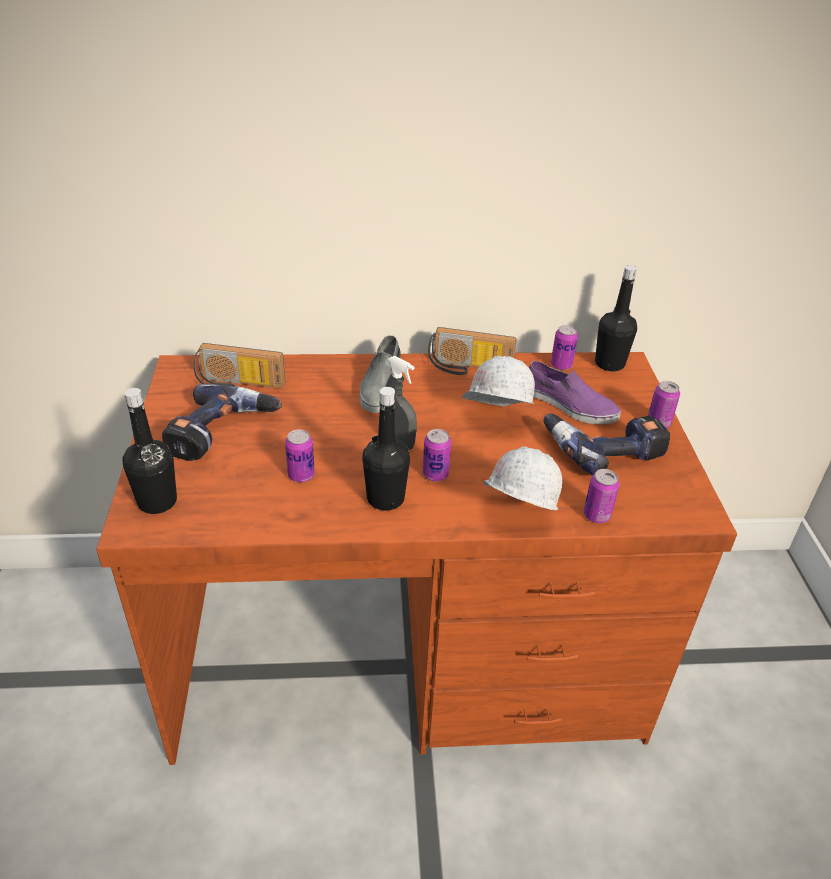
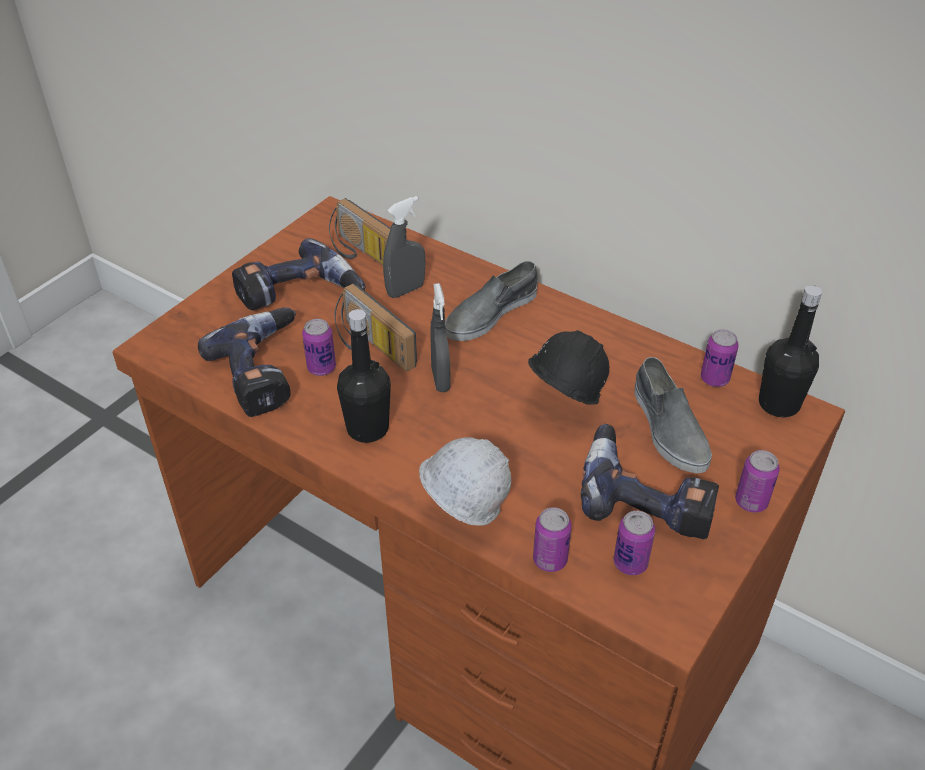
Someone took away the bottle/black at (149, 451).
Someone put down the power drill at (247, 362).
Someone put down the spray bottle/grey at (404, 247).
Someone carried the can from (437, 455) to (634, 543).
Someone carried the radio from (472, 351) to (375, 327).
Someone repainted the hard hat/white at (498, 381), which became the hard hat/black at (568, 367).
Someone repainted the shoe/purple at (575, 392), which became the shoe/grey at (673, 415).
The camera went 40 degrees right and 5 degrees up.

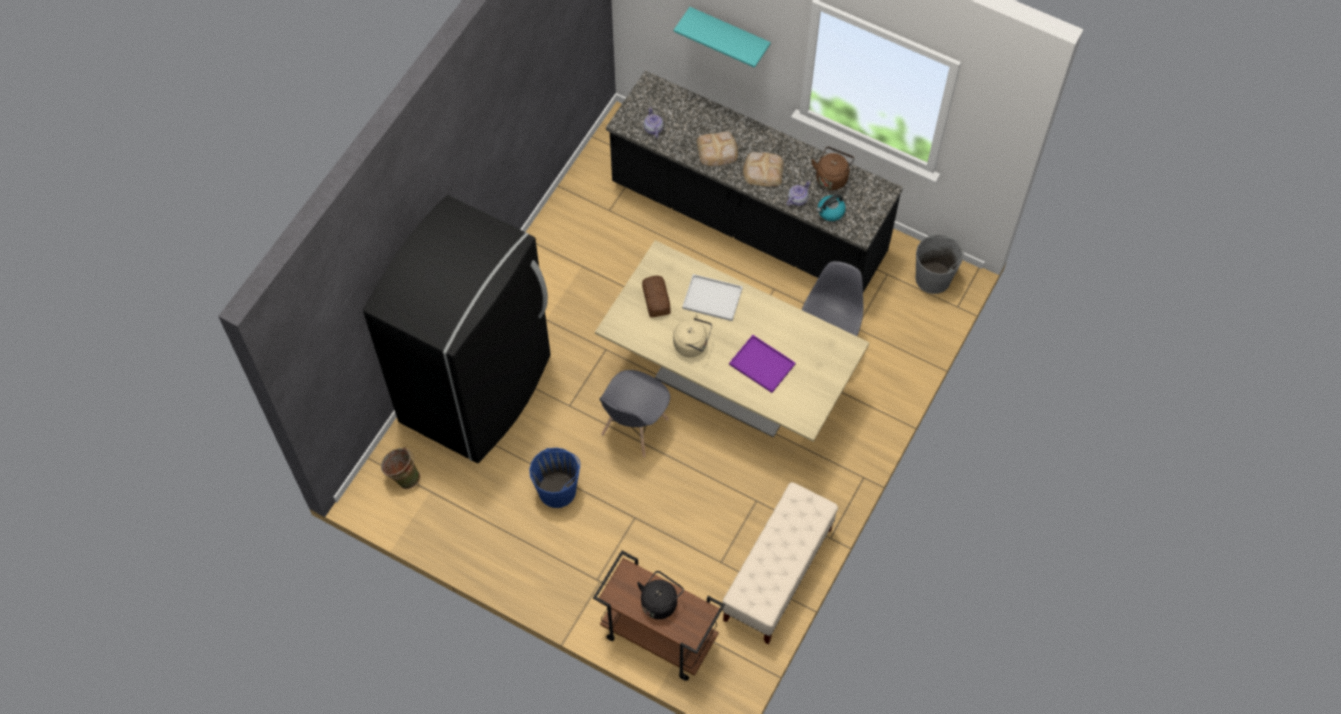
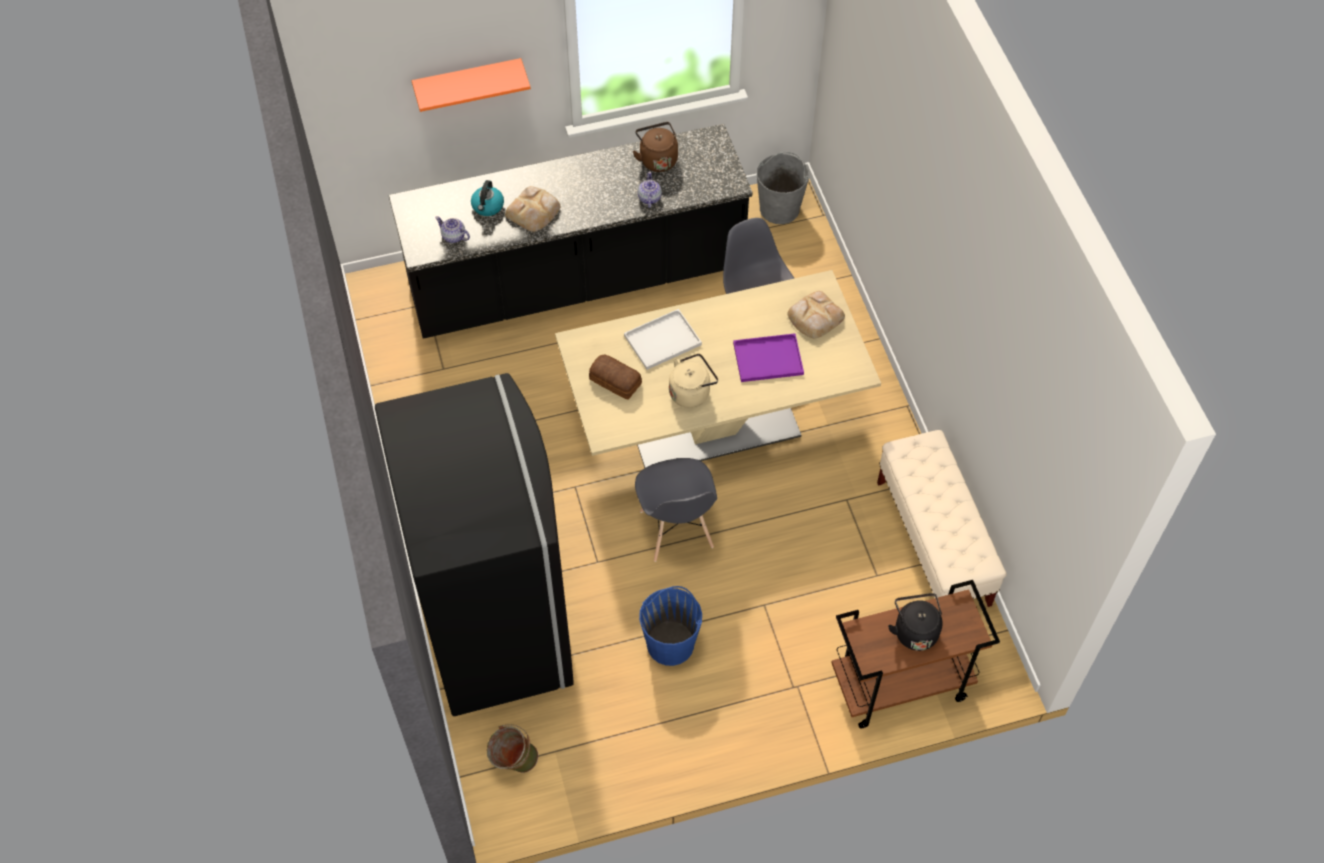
Someone carried the bread from (763, 169) to (816, 314).
Someone carried the kettle from (831, 207) to (487, 198).
Someone repainted the shelf/turquoise at (722, 37), which became the shelf/orange at (471, 85).
The camera went 45 degrees left and 5 degrees down.

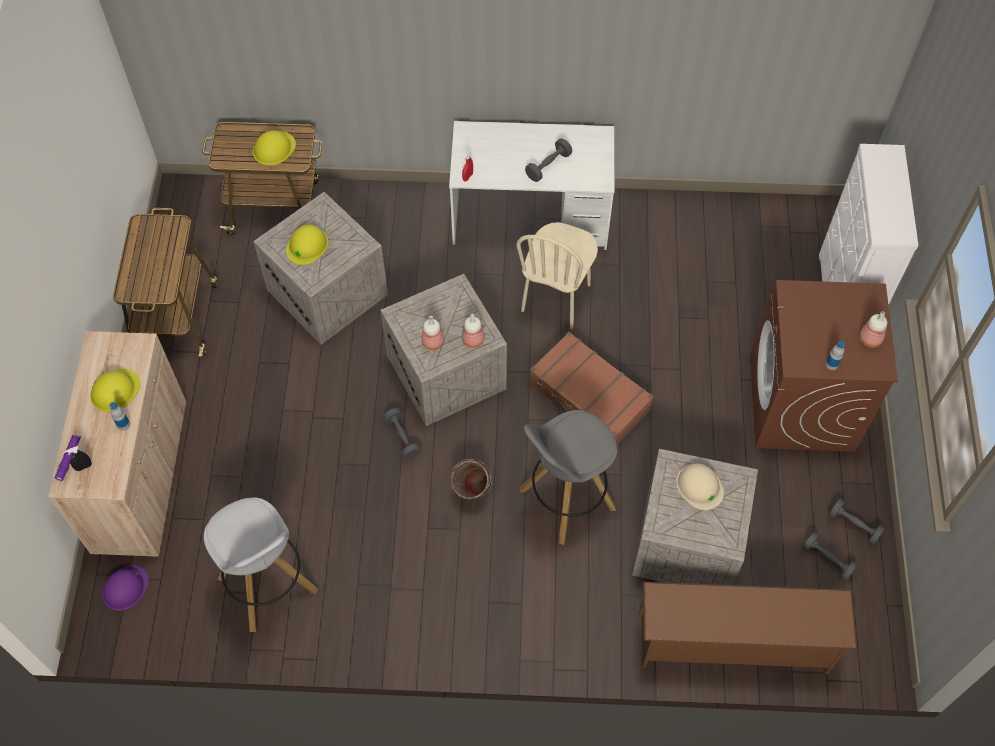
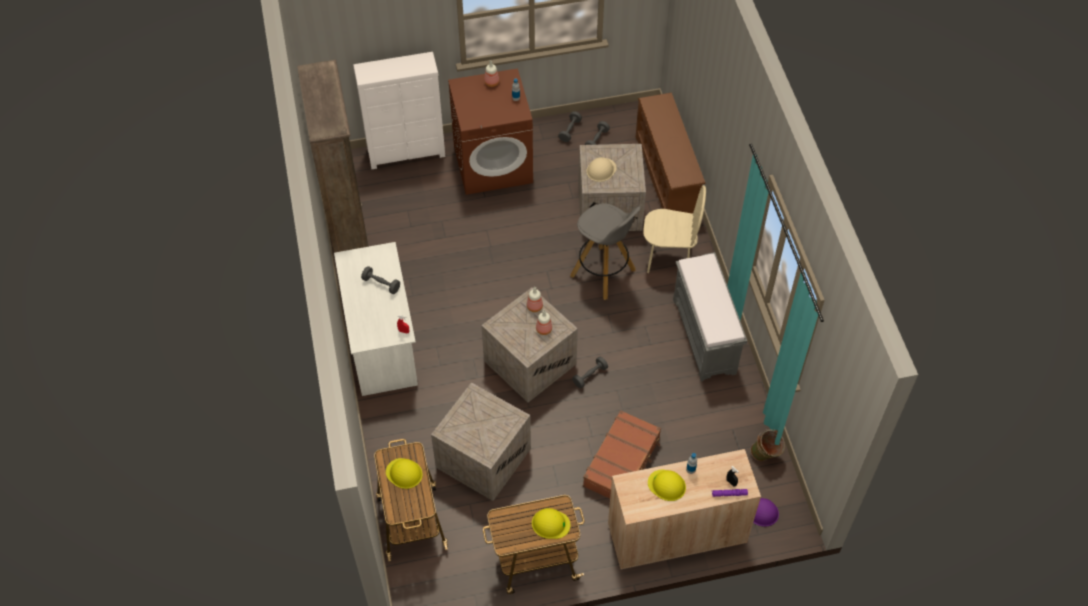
Someone took away the stool/white at (261, 564).
Someone put down the bookcase/brown at (333, 156).
Someone put down the bench/grey at (710, 316).
Someone carried the hard hat/yellow from (307, 245) to (551, 523).
Someone carried the bucket/green from (471, 479) to (768, 445).
Someone carried the chair/beige from (557, 275) to (674, 229).
Someone carried the suitcase/brown from (591, 388) to (622, 454).
The camera went 105 degrees left and 5 degrees down.

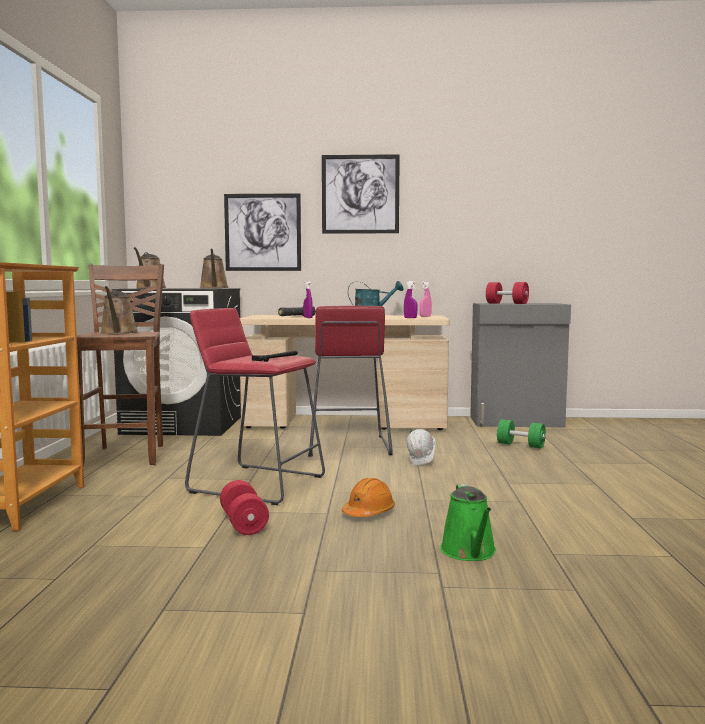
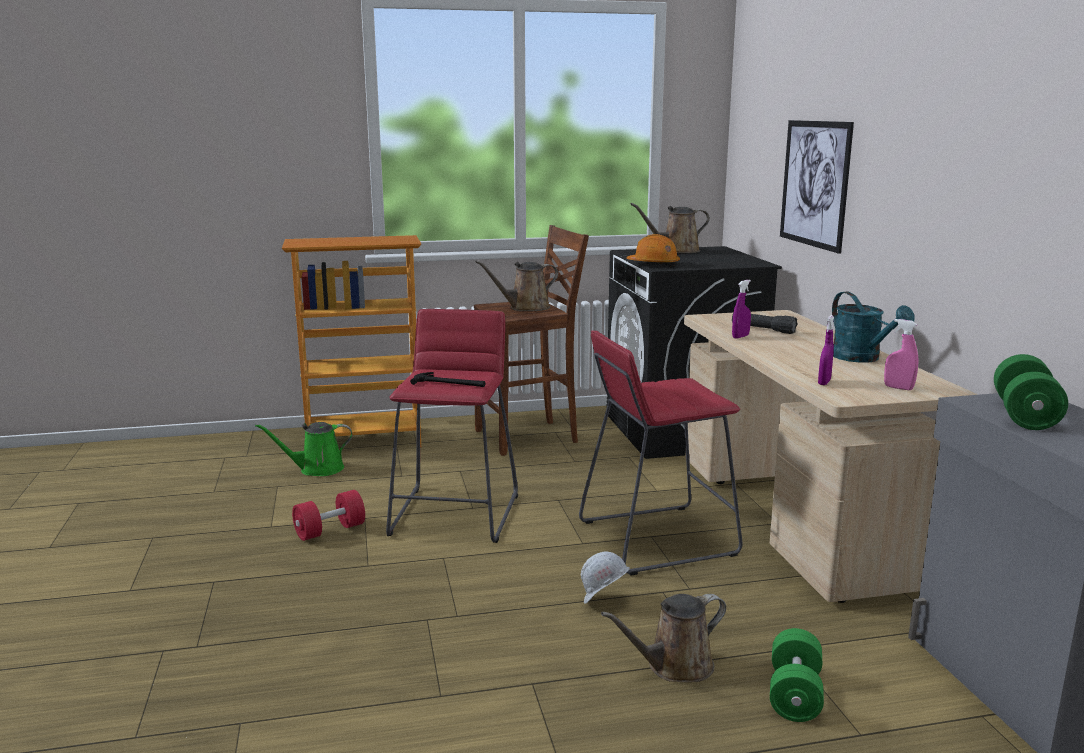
Someone took away the picture at (361, 194).
Someone carried the watering can/brown from (214, 268) to (663, 638).
Someone carried the hard hat/orange from (368, 497) to (653, 250).
Someone carried the watering can/green from (468, 522) to (303, 449).
Someone repainted the dumbbell/red at (507, 293), which became the dumbbell/green at (1031, 392).
The camera went 75 degrees right and 10 degrees up.

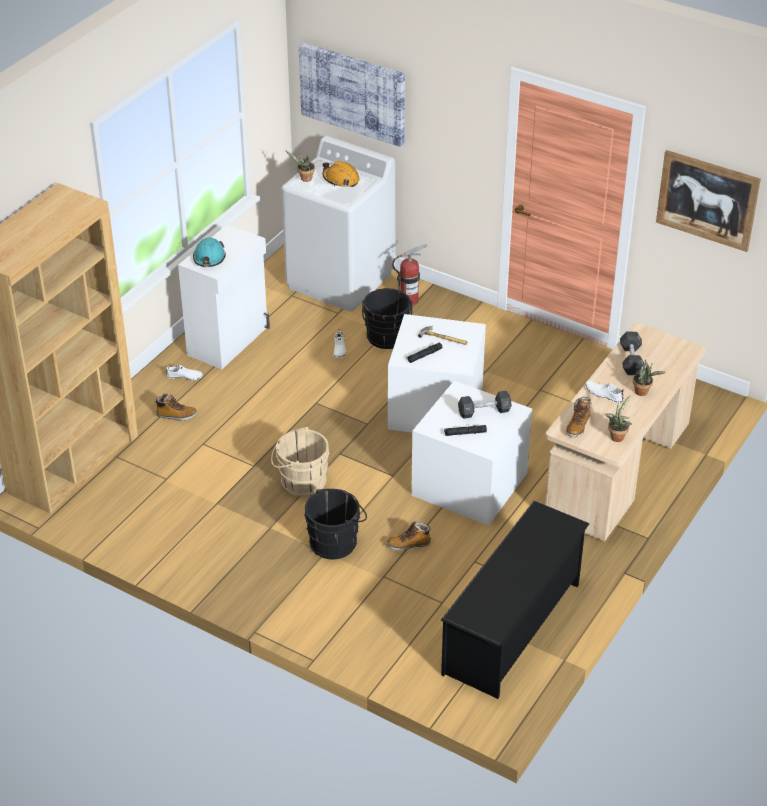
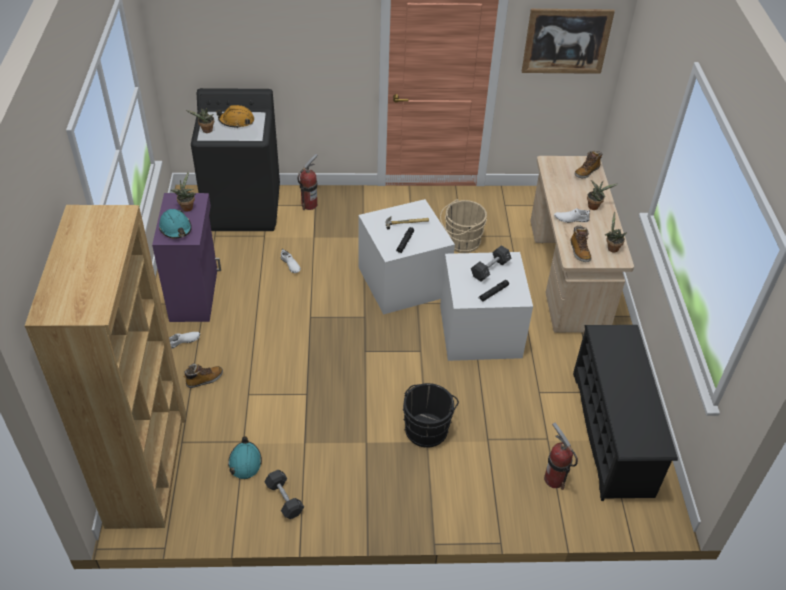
Someone took away the picture at (352, 94).
Someone took away the bucket/black at (387, 318).
Someone put down the potted plant at (183, 191).
Someone put down the hard hat/turquoise at (245, 457).
Someone put down the fire extinguisher at (561, 456).
Someone carried the bucket/beige from (300, 462) to (463, 226).
Someone carried the boot from (409, 536) to (588, 164).
Someone carried the dumbbell/black from (632, 353) to (284, 494).
Someone repainted the cabinet/white at (224, 296), which became the cabinet/purple at (186, 257).
Someone repainted the washing machine/white at (338, 224), which became the washing machine/black at (235, 159).
The camera went 35 degrees left and 5 degrees up.

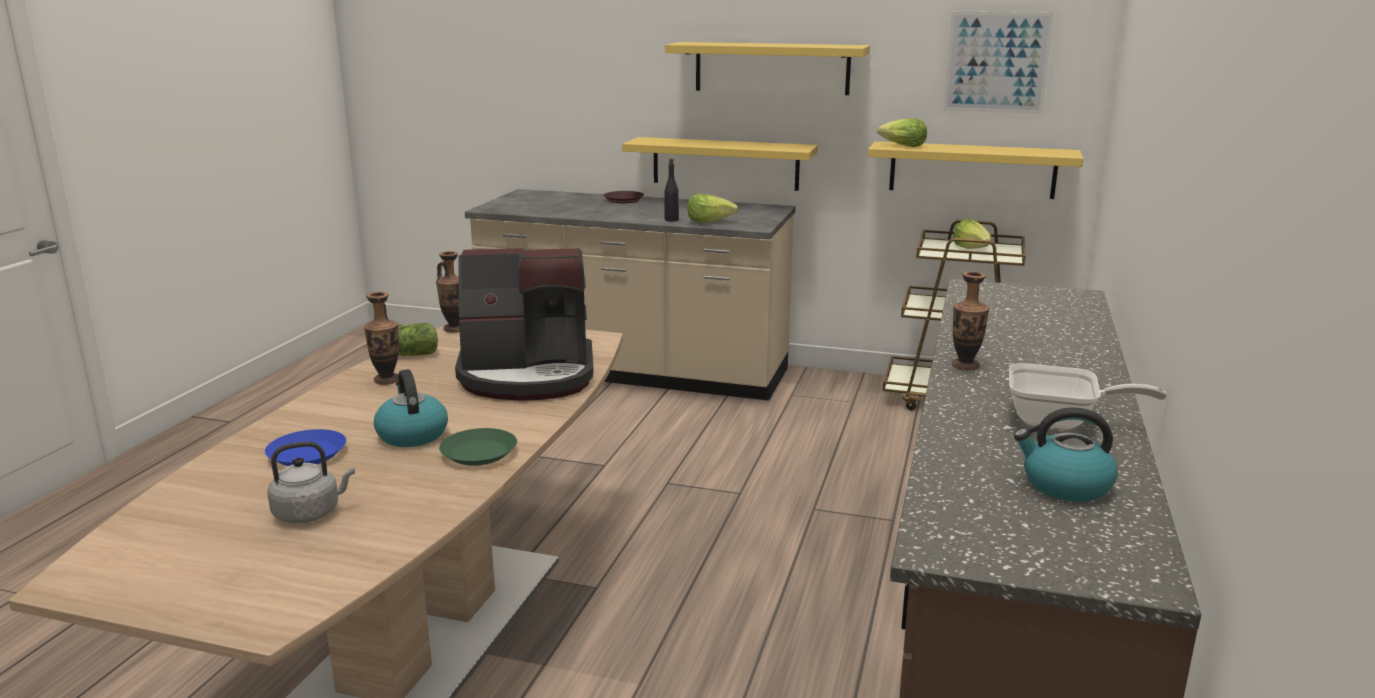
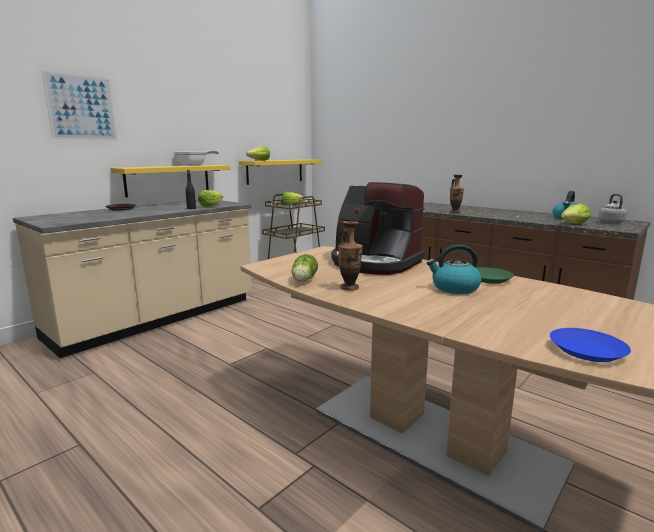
Someone took away the vase at (448, 292).
Someone took away the shelf/yellow at (767, 68).
Someone put down the lettuce at (576, 213).
Someone carried the plate/blue from (305, 447) to (590, 345).
Someone carried the kettle/grey from (311, 482) to (612, 209).
Someone carried the picture from (999, 63) to (79, 105).
Someone carried the frying pan from (1088, 396) to (197, 158).
Someone rotated the coffee machine at (524, 324) by 105 degrees clockwise.
The camera went 65 degrees left and 5 degrees down.

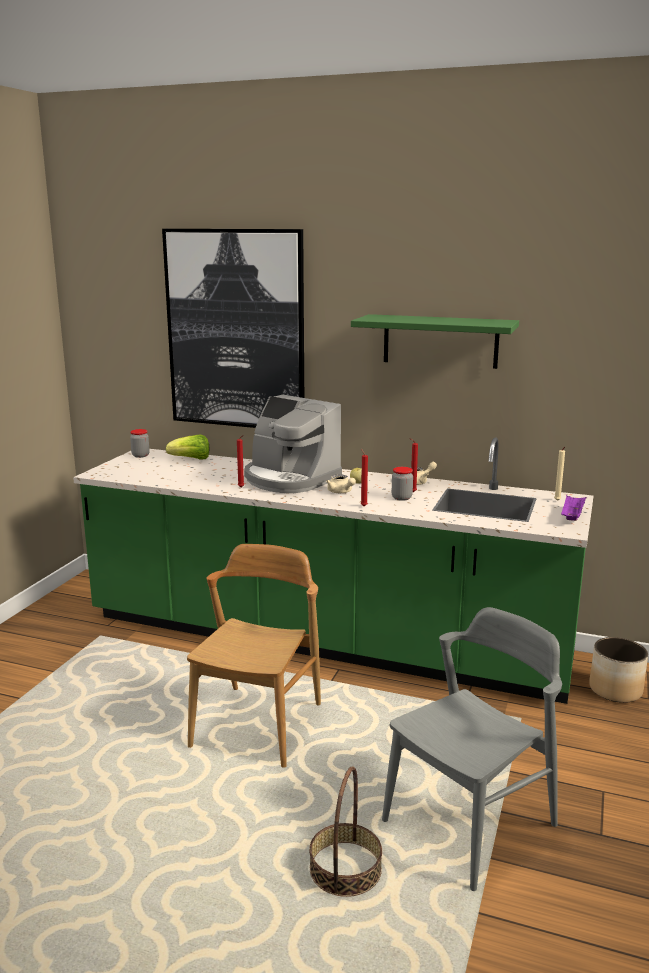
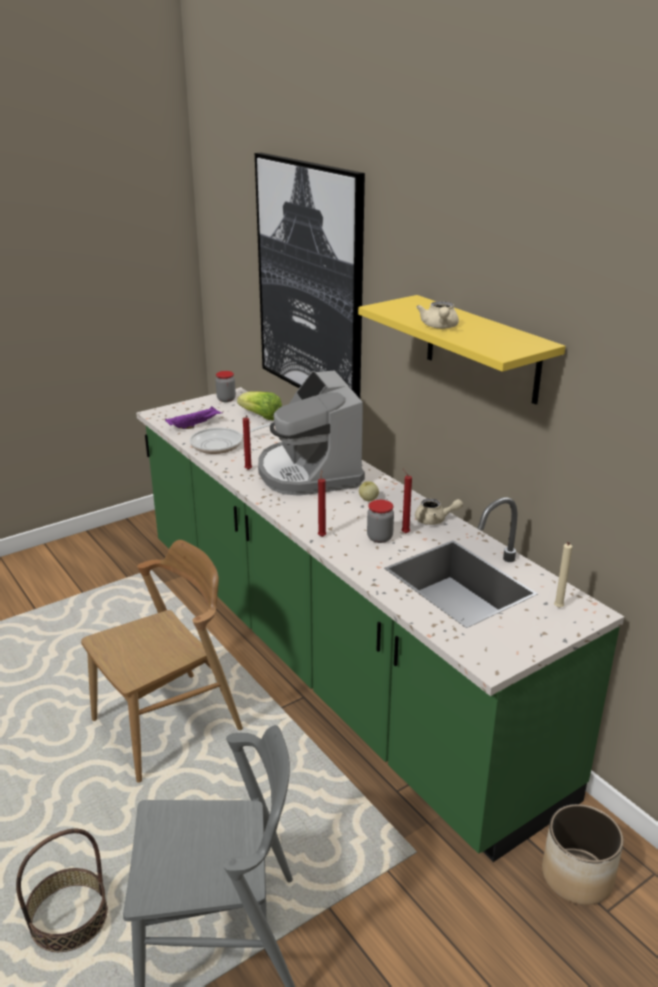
Someone put down the frying pan at (231, 438).
Someone carried the teapot/beige from (341, 483) to (437, 315).
Someone carried the tray/purple from (573, 508) to (194, 417).
Someone repainted the shelf/green at (435, 341), which became the shelf/yellow at (462, 350).
The camera went 35 degrees right and 10 degrees up.

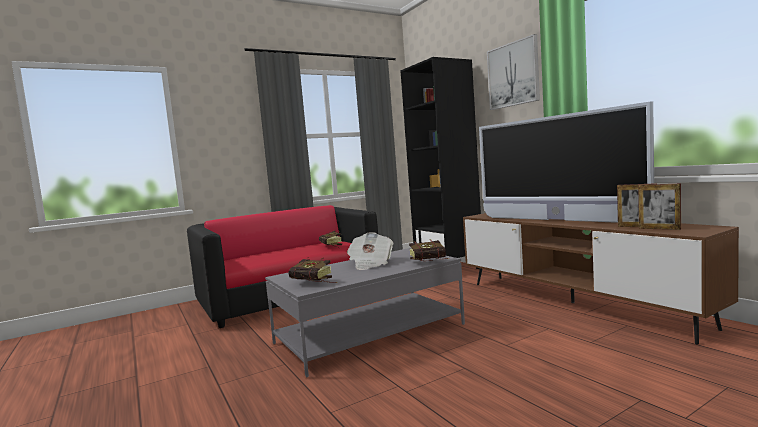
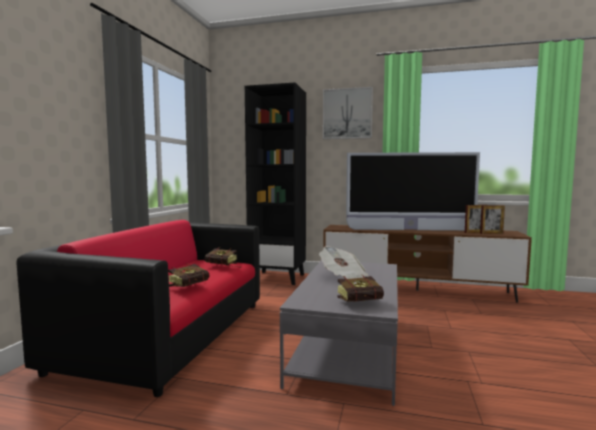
Someone carried the book from (429, 250) to (188, 275).
The camera went 45 degrees left and 0 degrees up.

